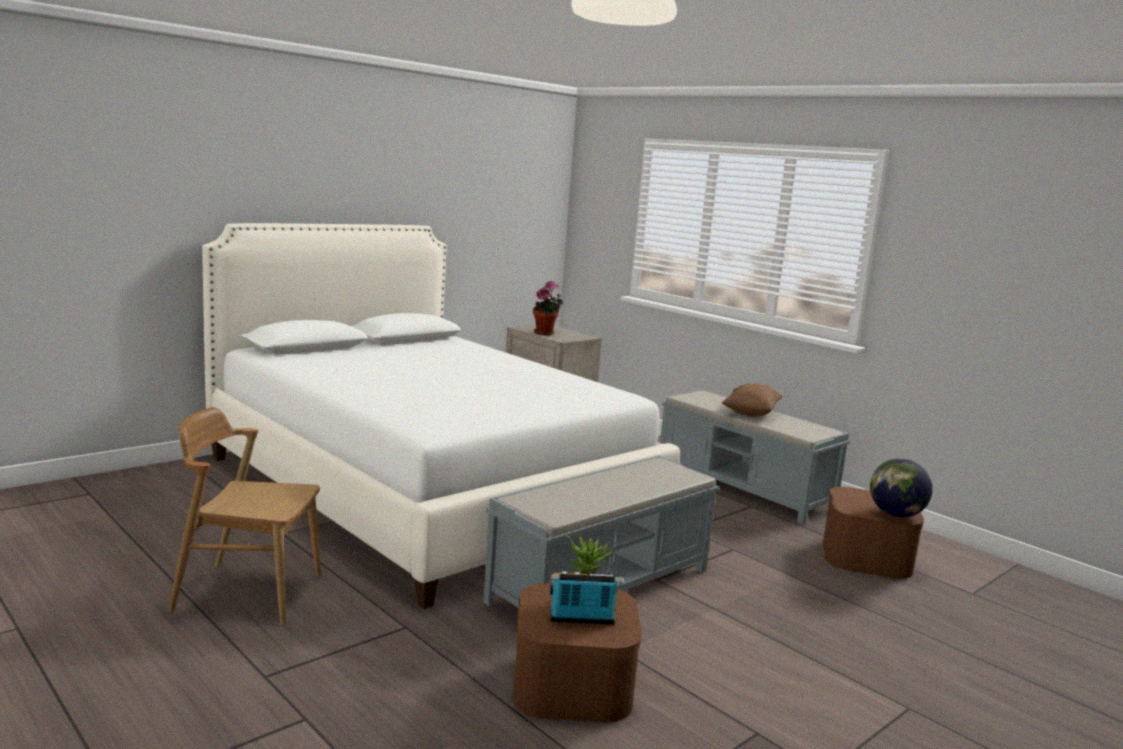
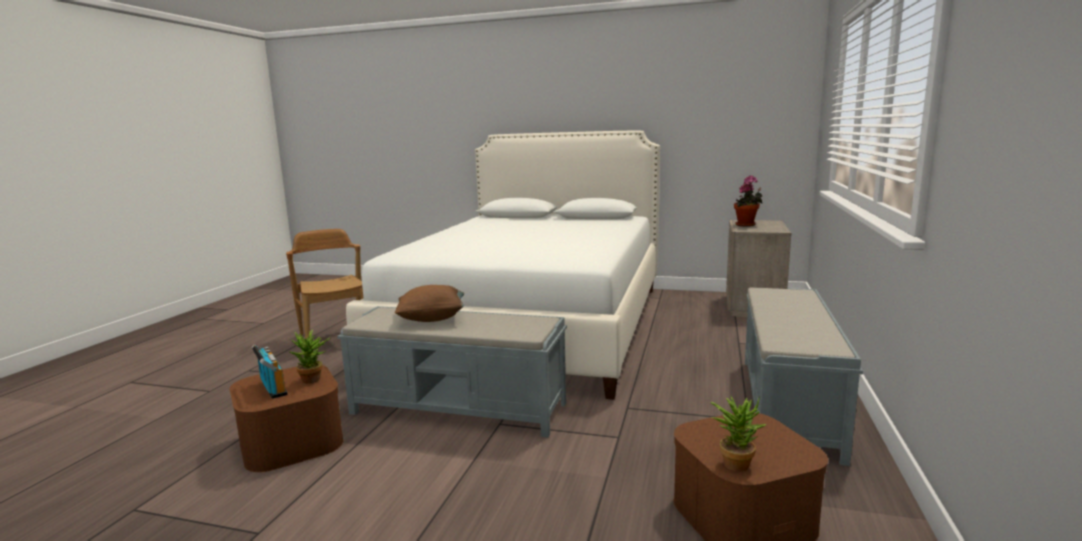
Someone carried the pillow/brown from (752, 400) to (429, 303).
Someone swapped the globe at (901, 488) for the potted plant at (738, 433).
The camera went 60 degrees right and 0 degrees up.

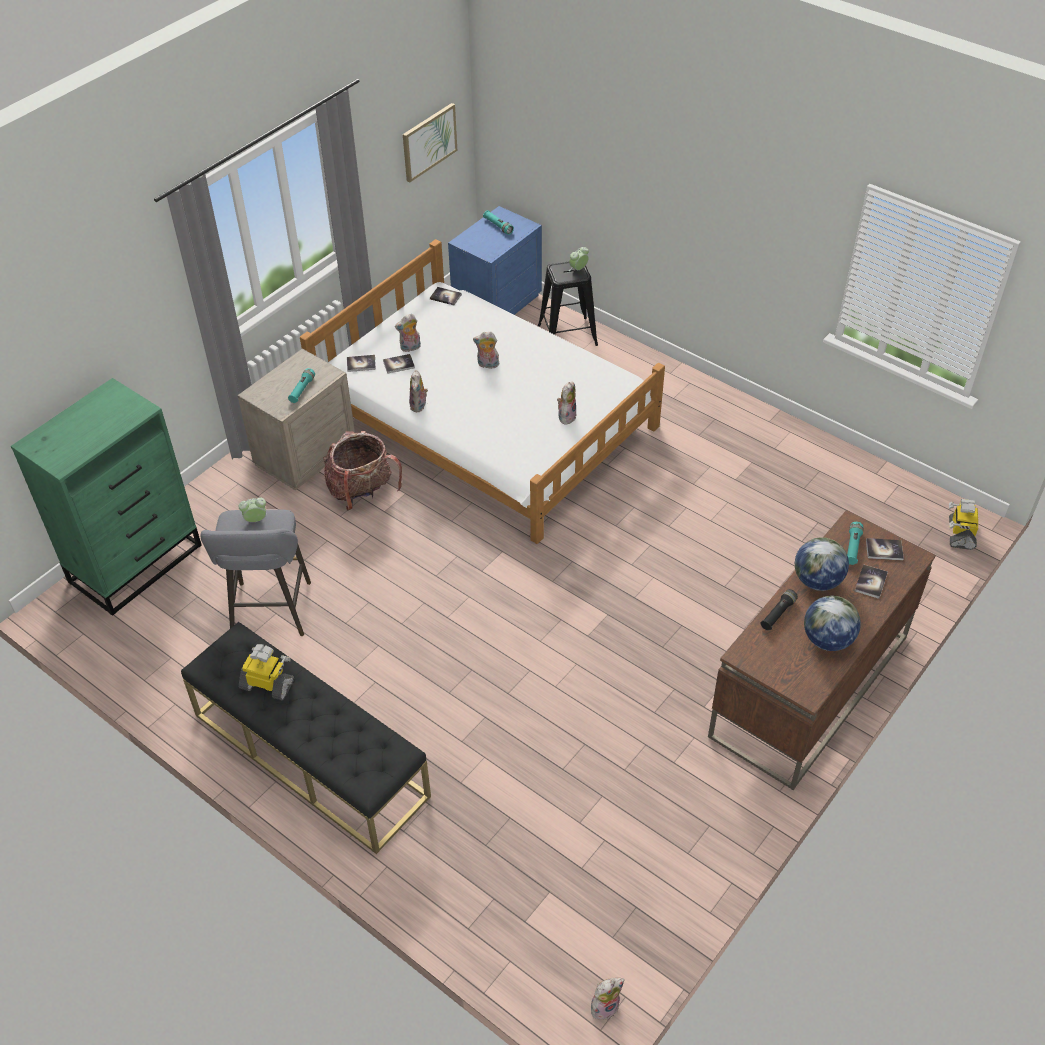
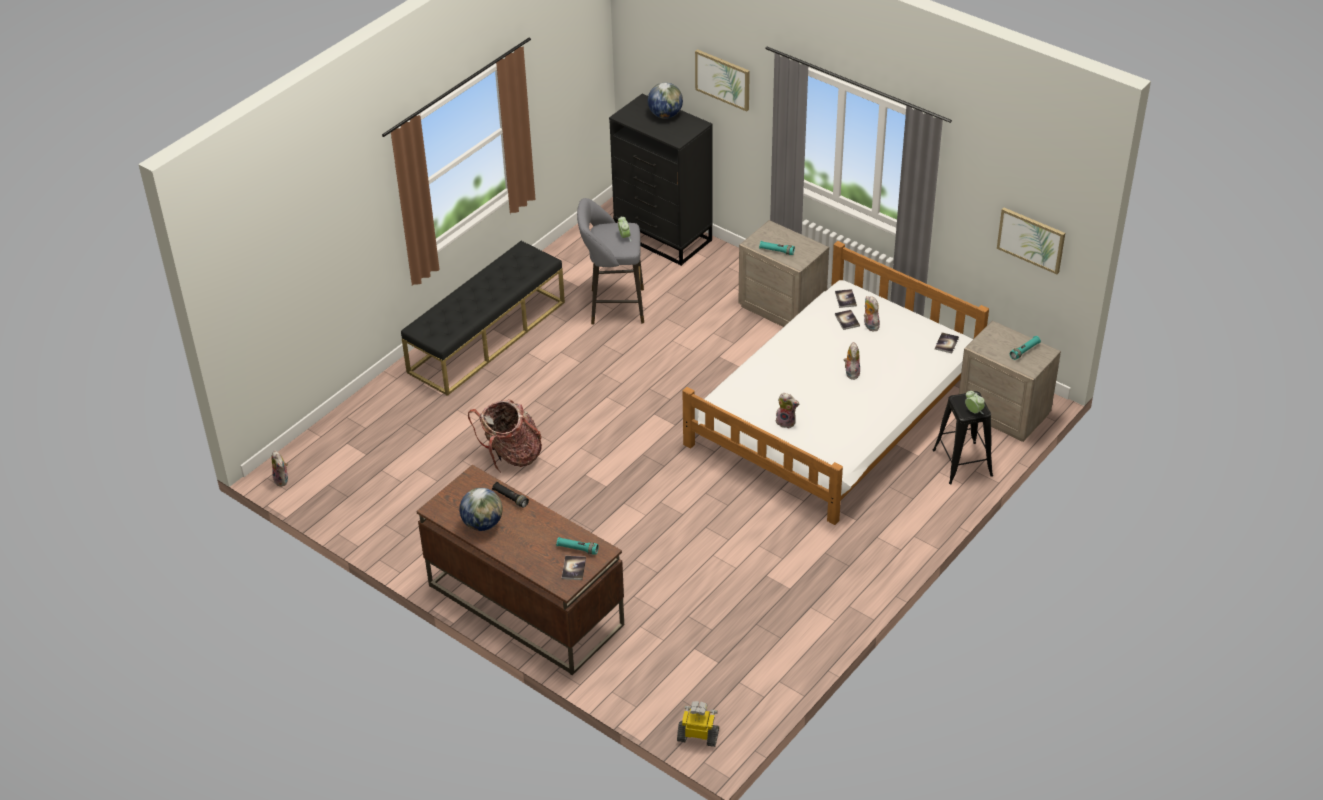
Someone took away the toy robot at (266, 672).
Someone took away the plush toy at (418, 391).
Someone took away the book at (871, 581).
Someone put up the picture at (722, 80).
Someone carried the backpack from (362, 471) to (505, 436).
Someone carried the globe from (822, 564) to (665, 101).
Someone repainted the dresser/green at (106, 497), which became the dresser/black at (660, 180).
Someone repainted the nightstand/blue at (495, 260), which became the nightstand/beige at (1010, 381).
The camera went 90 degrees right and 5 degrees down.

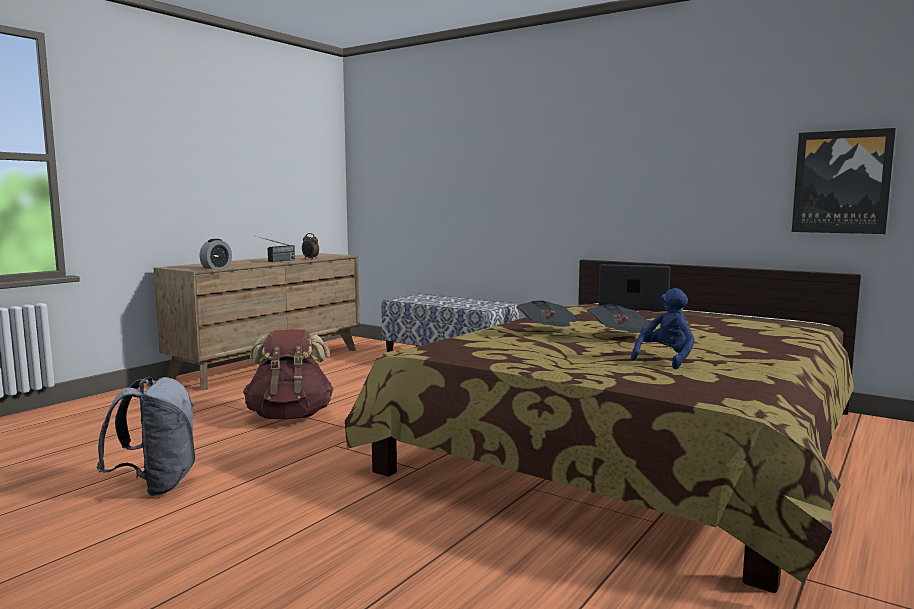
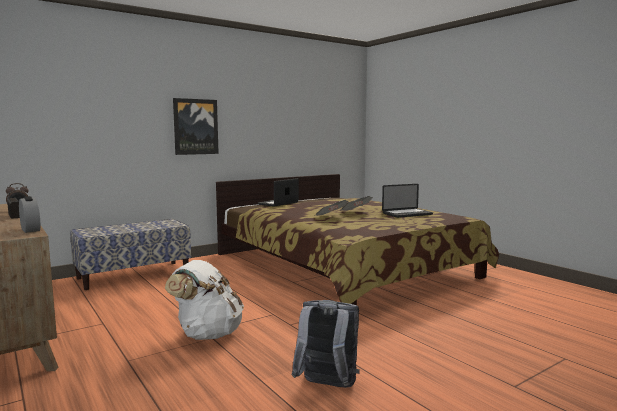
Someone carried the picture from (844, 181) to (196, 126).
Someone swapped the plush toy/blue at (663, 329) for the laptop at (407, 201).
Someone repainted the backpack/brown at (288, 374), which became the backpack/white at (204, 300).
The camera went 70 degrees left and 0 degrees up.

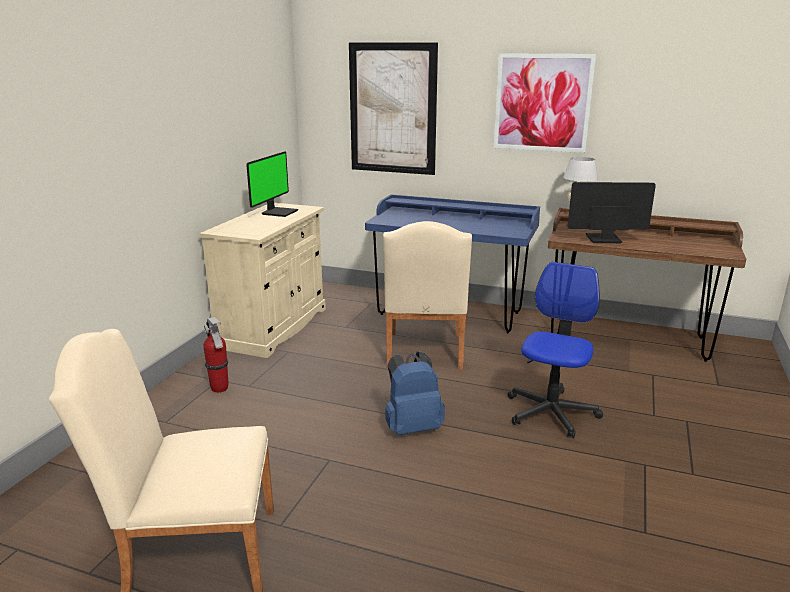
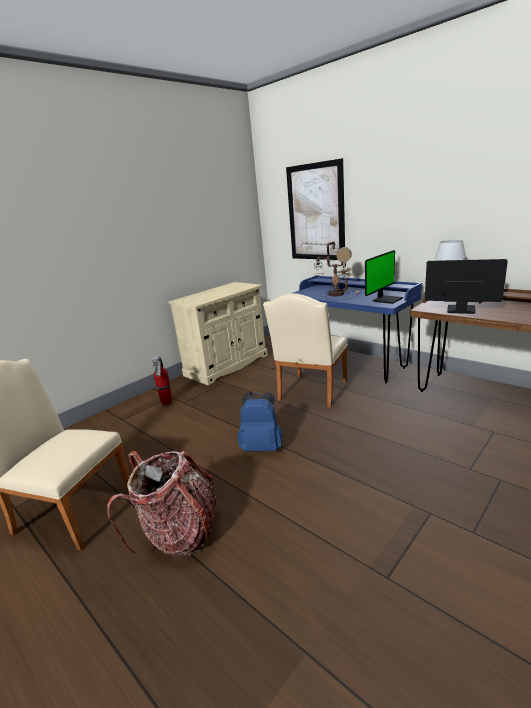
Someone took away the picture at (545, 103).
Someone took away the office chair at (555, 350).
Someone put down the backpack at (161, 503).
Someone put down the table lamp at (337, 271).
Someone carried the monitor from (272, 184) to (384, 277).
The camera went 25 degrees right and 0 degrees up.

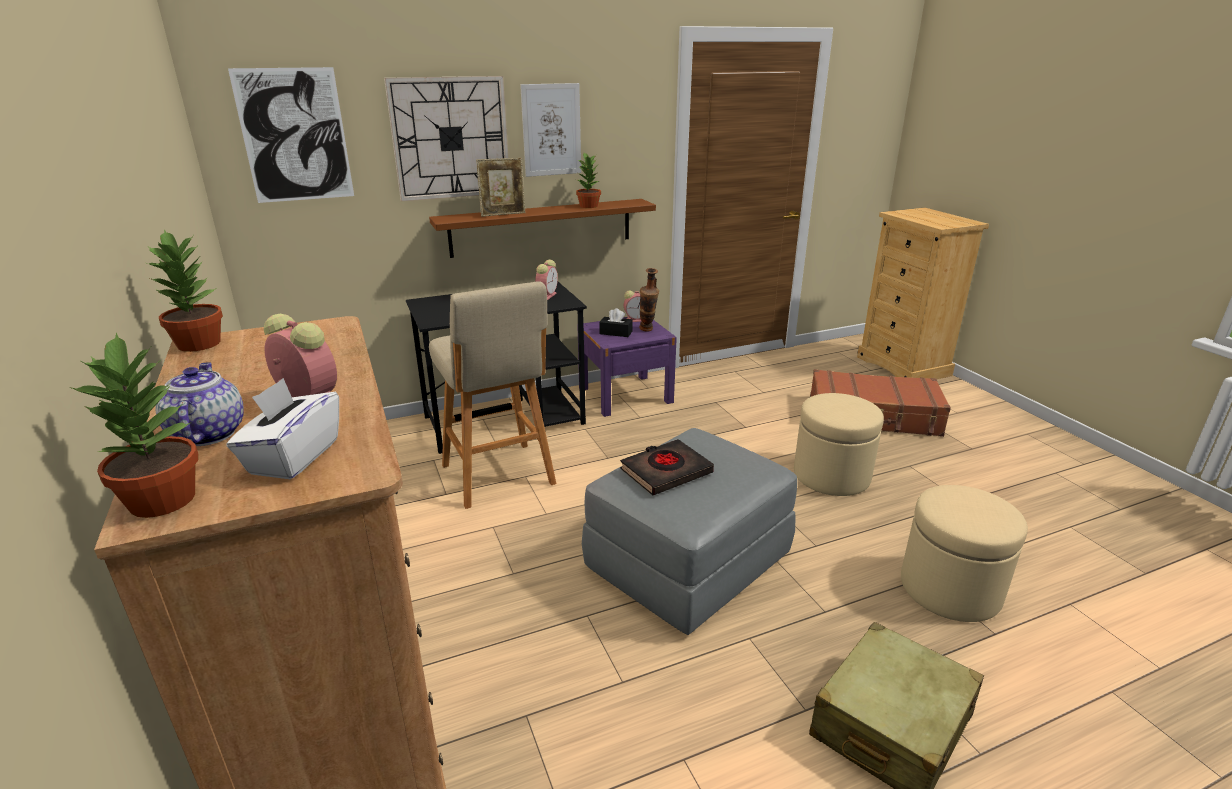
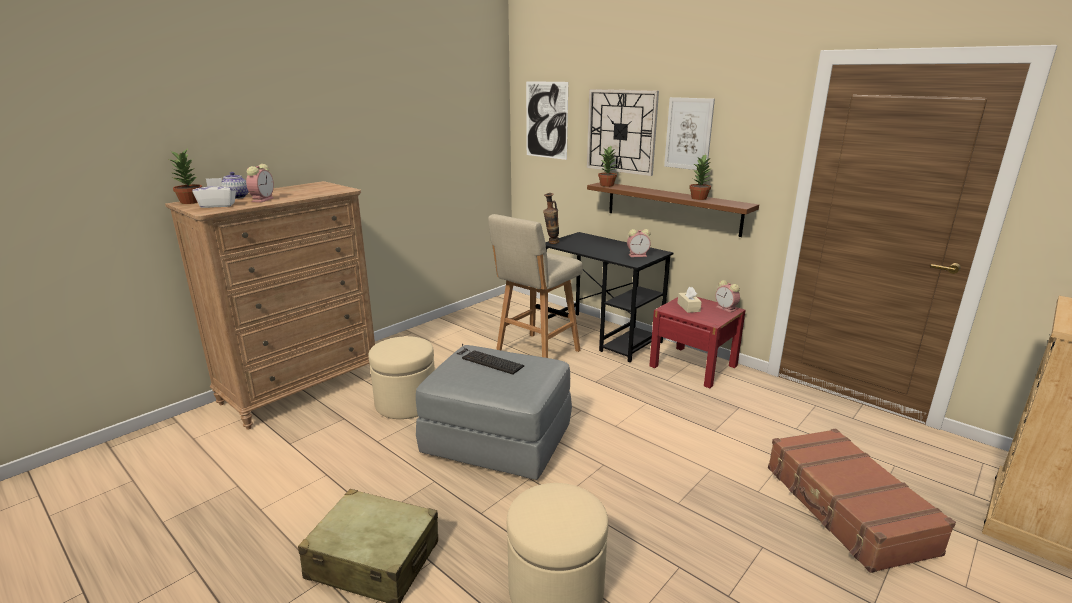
Someone took away the picture frame at (500, 187).
Someone carried the potted plant from (185, 290) to (607, 166).
Someone carried the vase from (649, 299) to (551, 218).
Someone carried the ottoman/beige from (839, 444) to (402, 377).
Someone swapped the book/black at (667, 467) for the keyboard at (490, 359).
Someone repainted the nightstand/purple at (627, 367), which became the nightstand/red at (697, 342).
Someone repainted the tissue box/black at (616, 322), which became the tissue box/beige at (690, 300).
The camera went 65 degrees right and 5 degrees down.

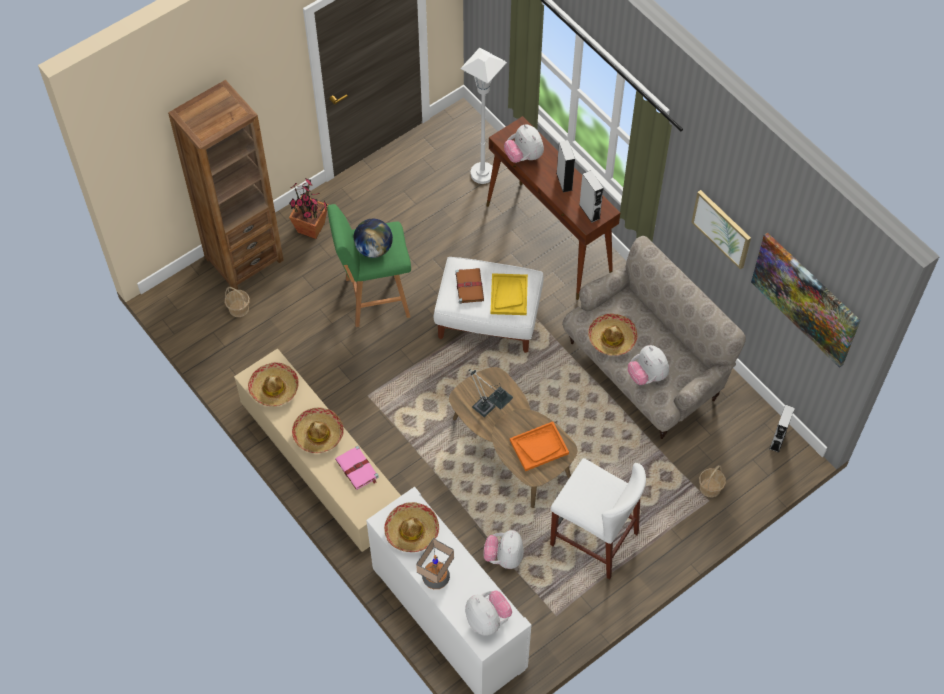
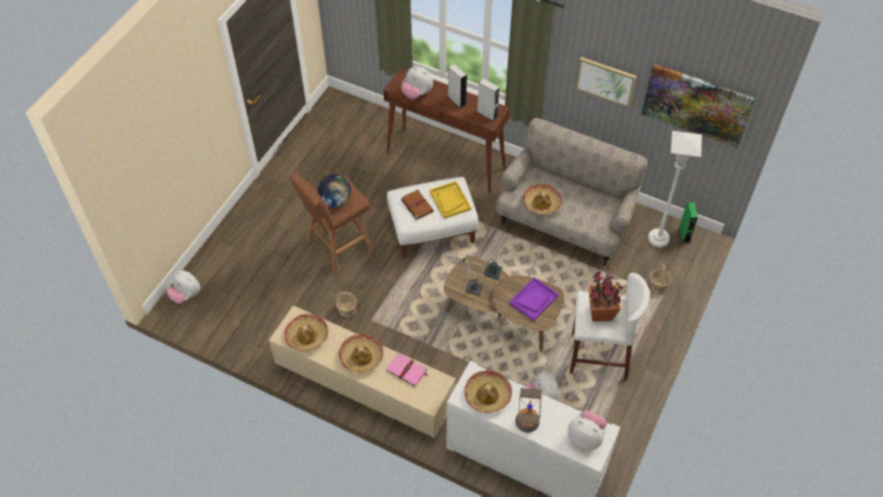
Someone took away the bookcase/brown at (226, 185).
Someone carried the basket from (237, 302) to (346, 304).
Someone carried the potted plant from (308, 208) to (605, 294).
Someone carried the floor lamp/white from (483, 116) to (675, 189).
Someone carried the plush toy from (648, 365) to (183, 287).
Someone repainted the stool/green at (369, 265), which became the stool/brown at (331, 223).
Someone repainted the tray/orange at (539, 446), which became the tray/purple at (534, 299).
Someone repainted the speaker/grey at (782, 428), which became the speaker/green at (688, 222).
The camera went 25 degrees left and 5 degrees down.

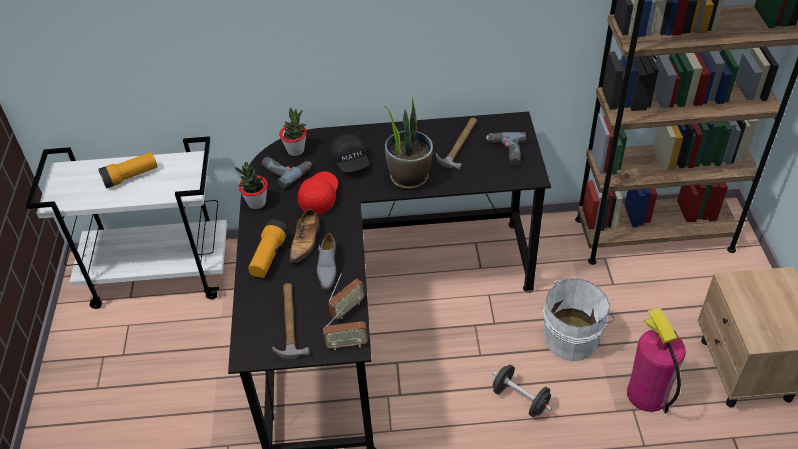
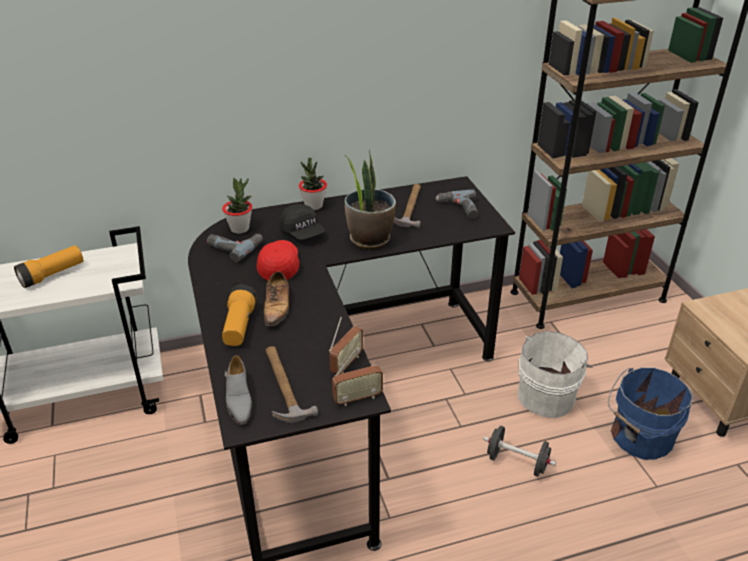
Someone carried the potted plant from (251, 185) to (313, 184).
Someone carried the shoe/grey from (327, 261) to (238, 390).
Someone swapped the fire extinguisher at (656, 360) for the bucket/blue at (650, 413).
The camera went 15 degrees left and 10 degrees down.

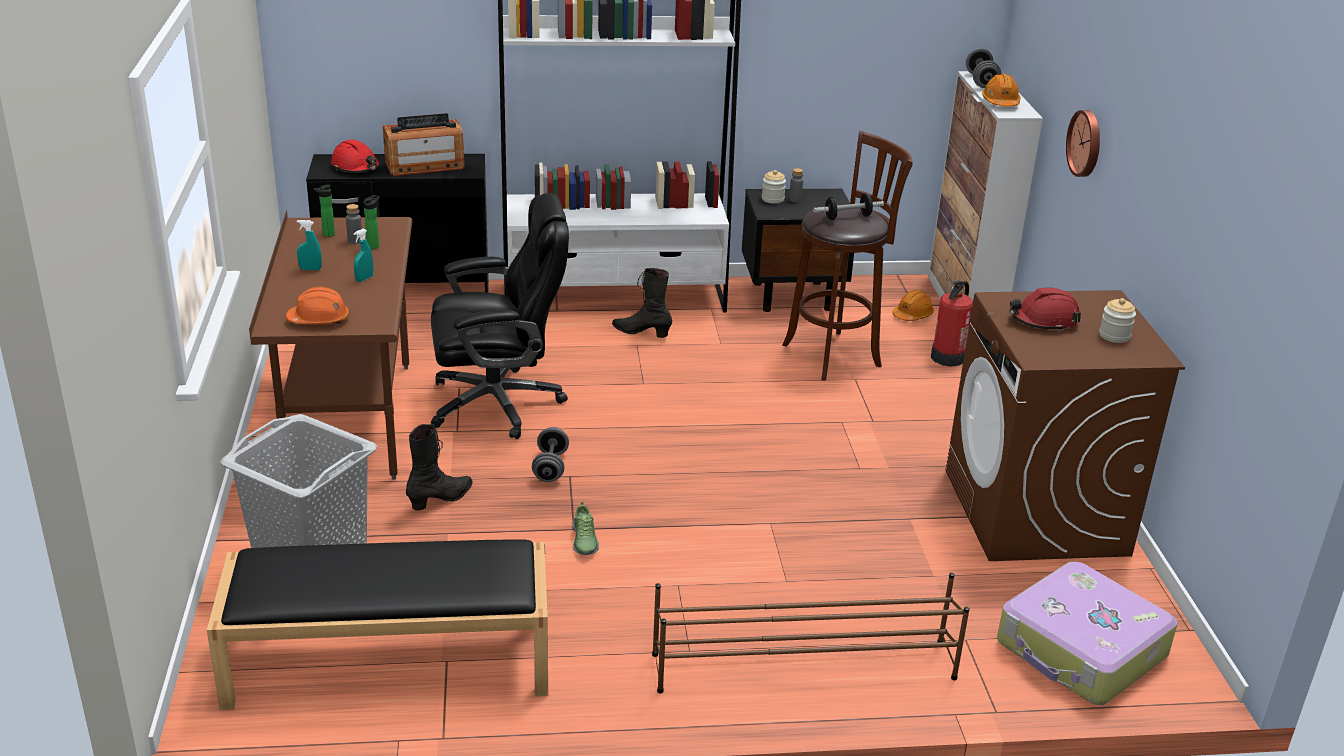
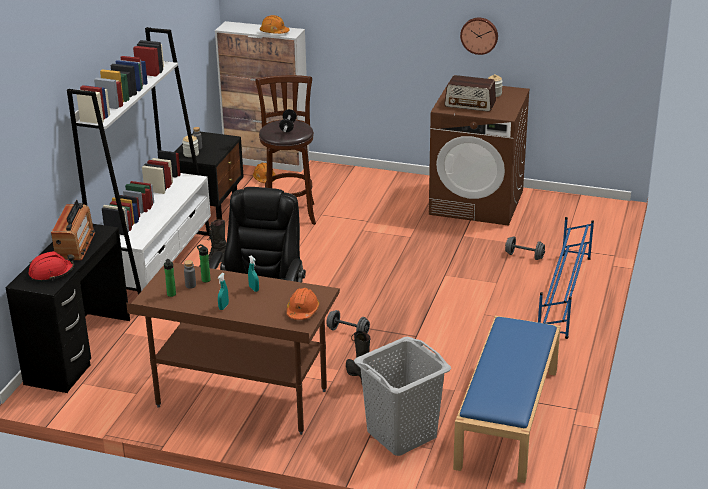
Someone took away the shoe at (585, 528).
Someone took away the fire extinguisher at (952, 323).
Someone took away the suitcase at (1087, 633).
Someone carried the dumbbell/grey from (983, 68) to (525, 248).
Someone carried the wall clock from (1083, 143) to (479, 36).
Someone swapped the hard hat/red at (1045, 310) for the radio at (470, 93).
Someone repainted the bench/black at (377, 624), which became the bench/blue at (507, 399).
Someone repainted the shoe rack/brown at (811, 633), which became the shoe rack/blue at (566, 278).
The camera went 65 degrees left and 0 degrees up.

